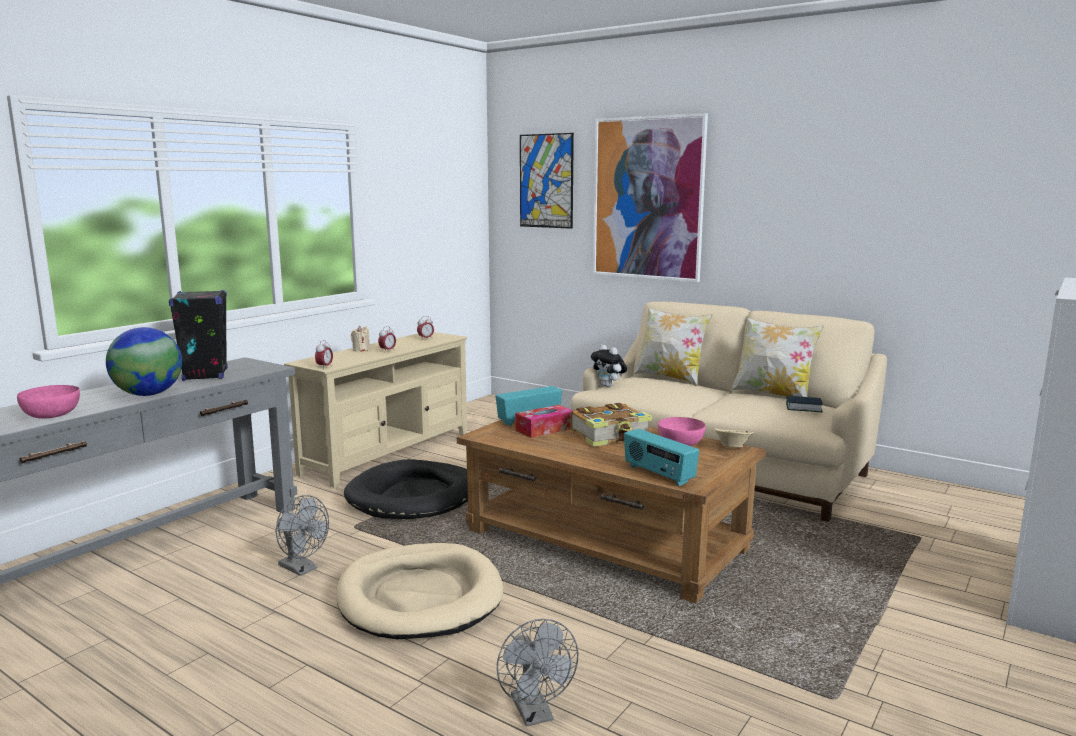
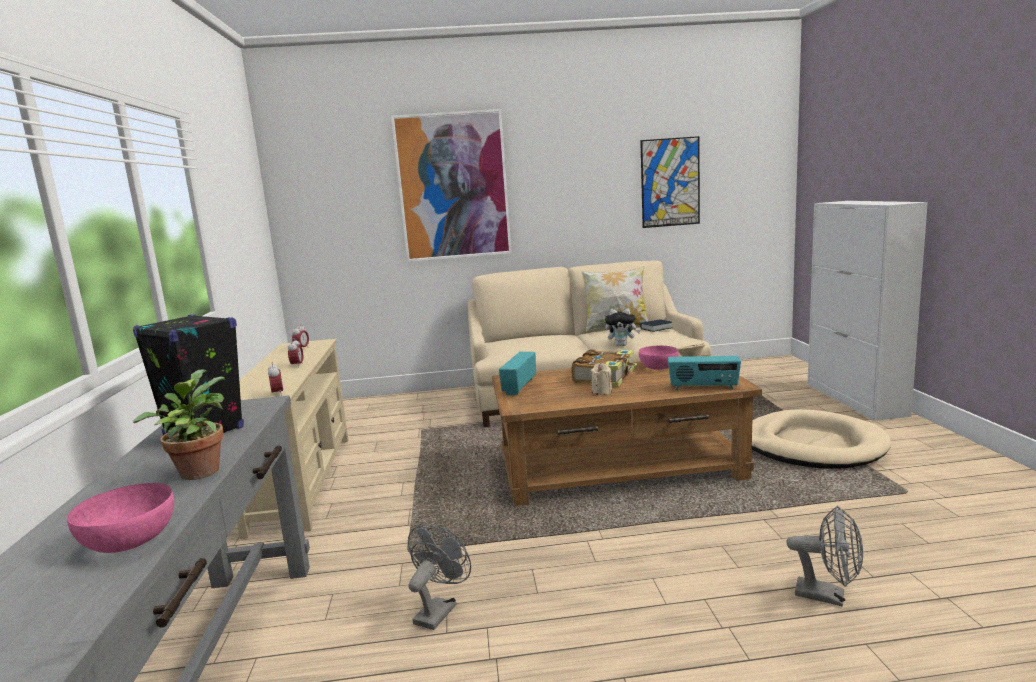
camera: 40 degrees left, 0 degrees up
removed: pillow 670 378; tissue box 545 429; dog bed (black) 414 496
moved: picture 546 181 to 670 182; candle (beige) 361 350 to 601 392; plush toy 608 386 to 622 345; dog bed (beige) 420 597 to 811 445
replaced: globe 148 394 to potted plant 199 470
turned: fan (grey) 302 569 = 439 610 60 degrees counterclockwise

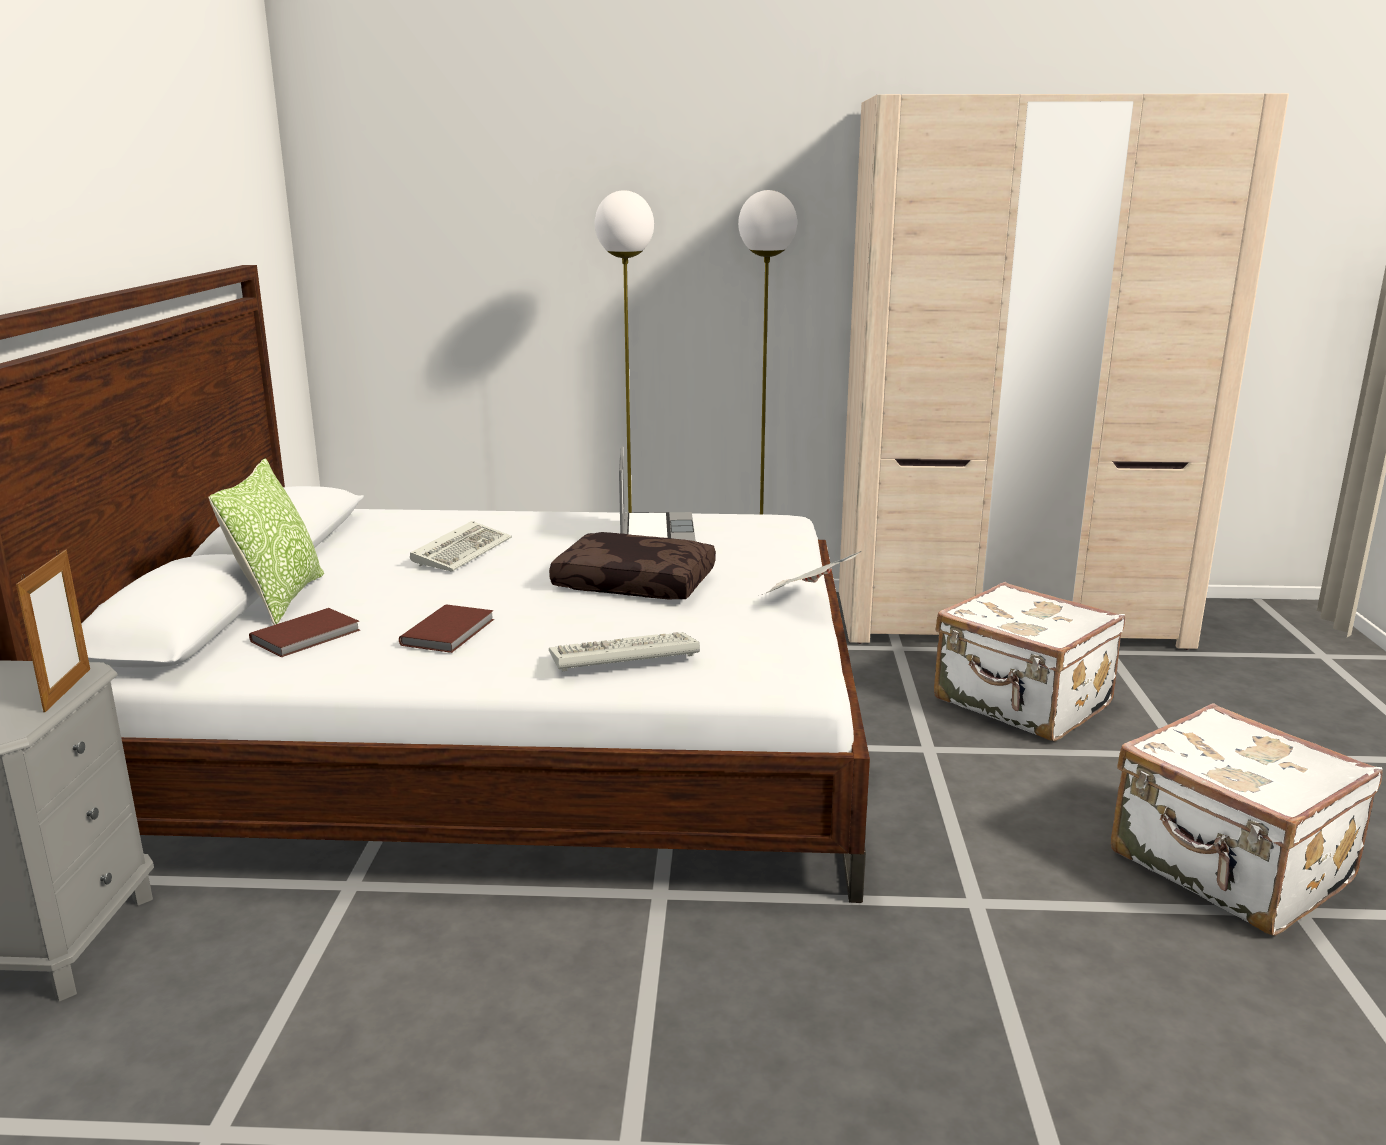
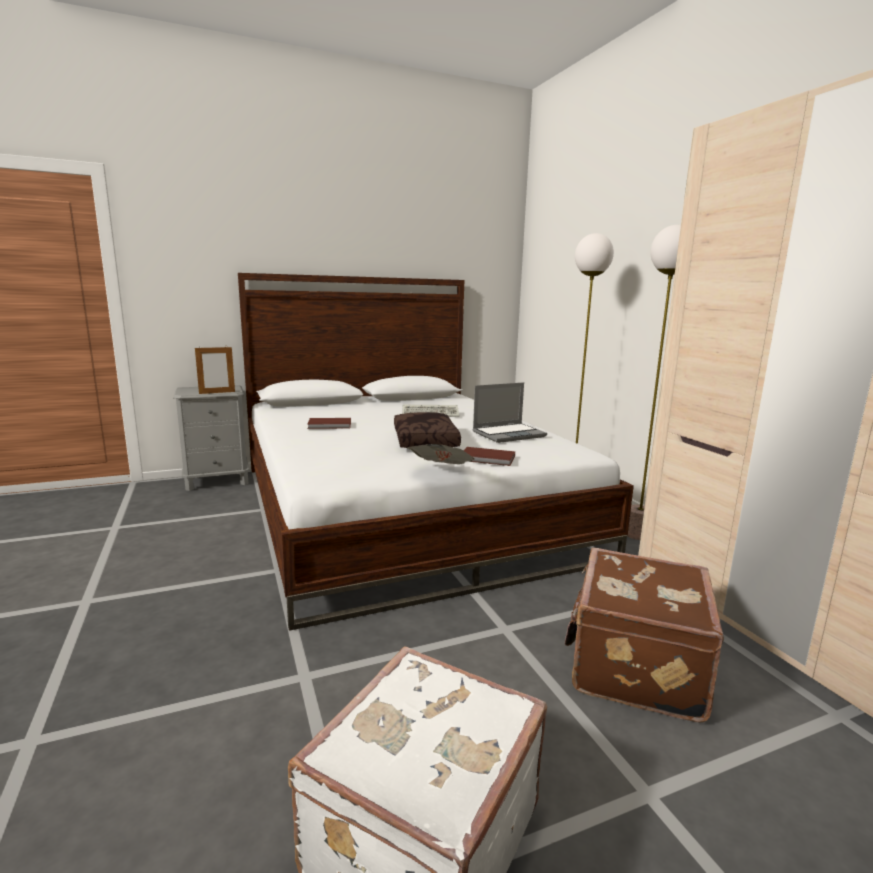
camera: 65 degrees right, 5 degrees down
removed: pillow 280 598; keyboard 620 657
moved: book (brown) 308 636 to 488 459
recoloured: suitcase (white) 1021 704 to suitcase (brown) 634 666

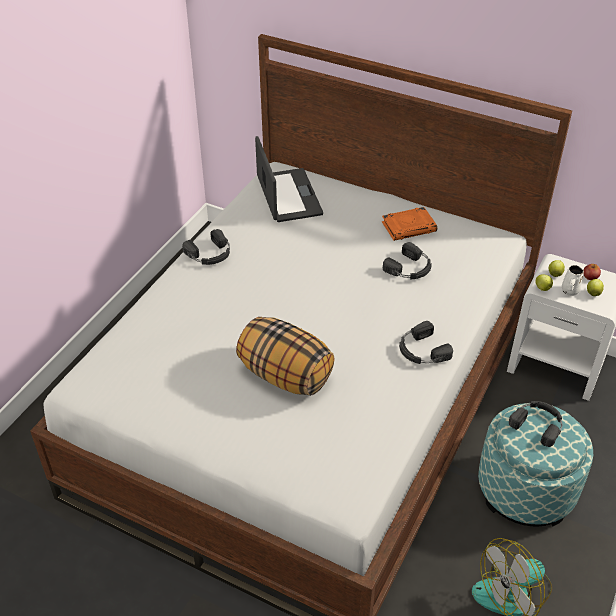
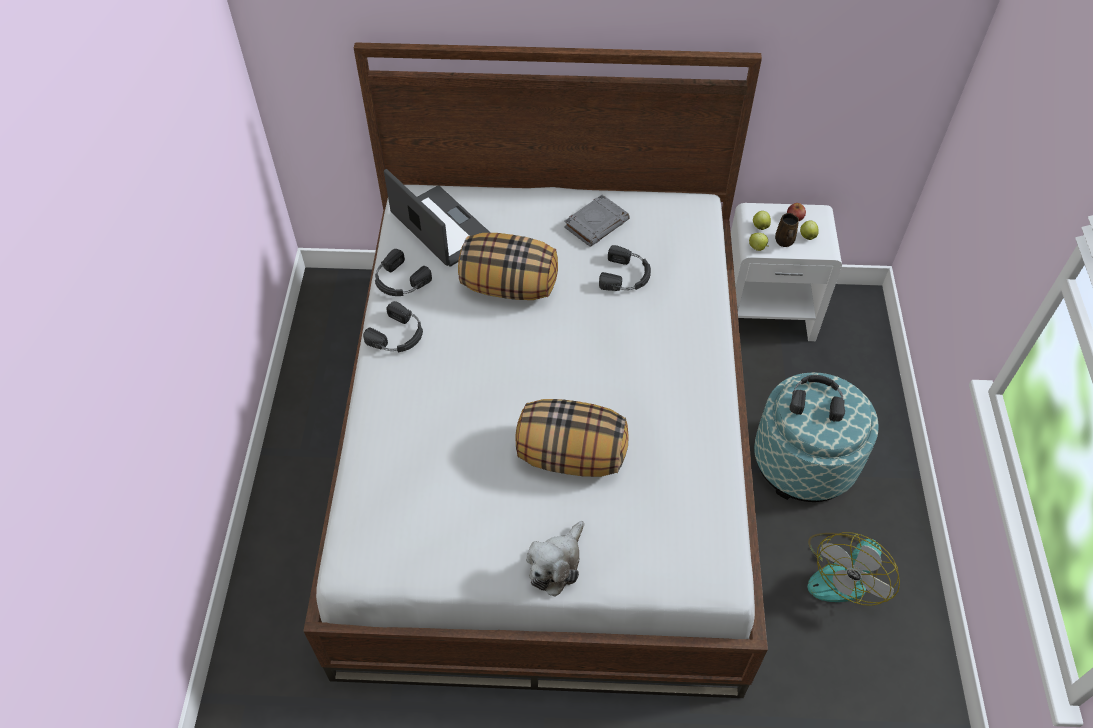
camera: 25 degrees left, 10 degrees up
added: pillow 509 286; plush toy 556 564
moved: headphones (black) 421 350 to 399 281
recoloured: book (orange) 409 227 to book (grey) 596 223; mug (white) 569 291 to mug (brown) 784 242

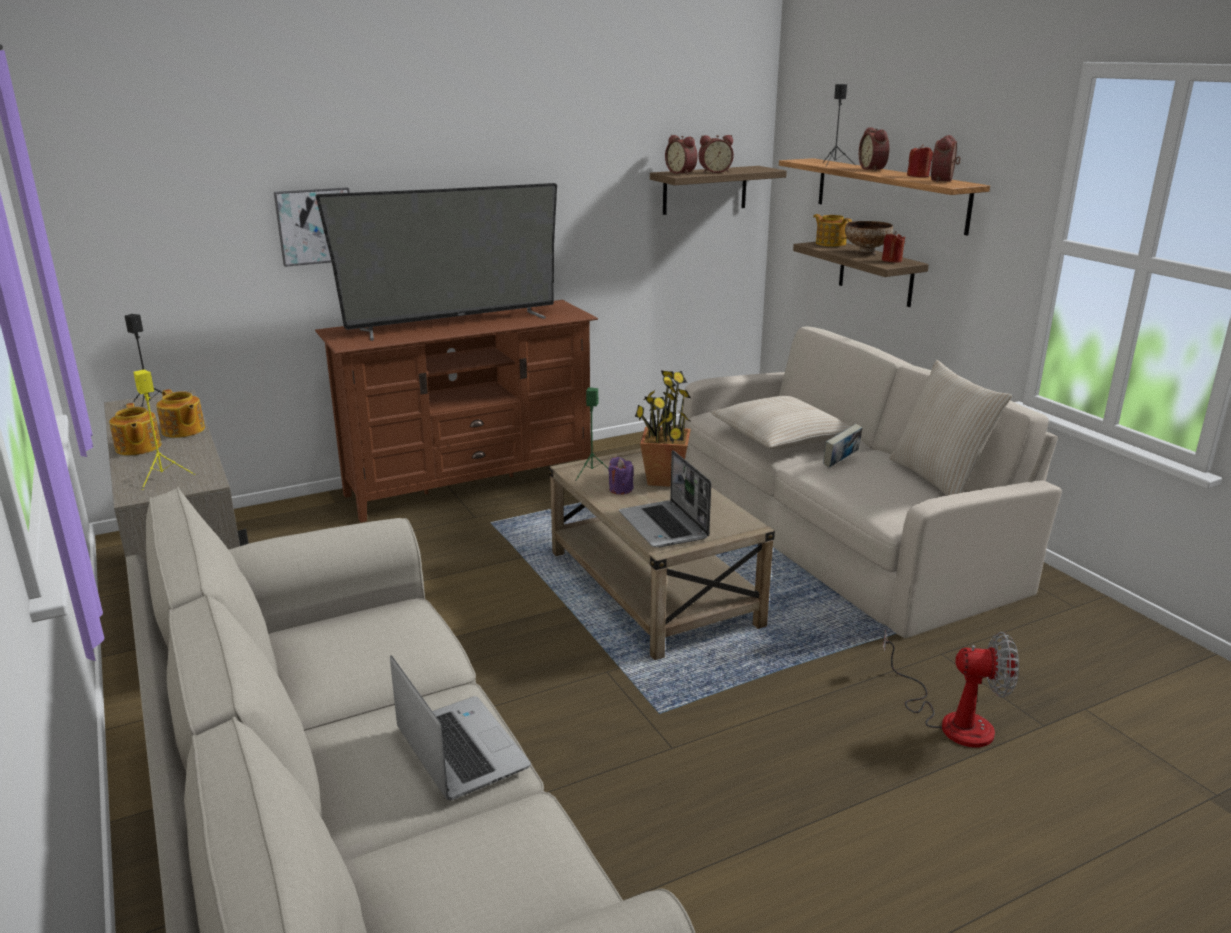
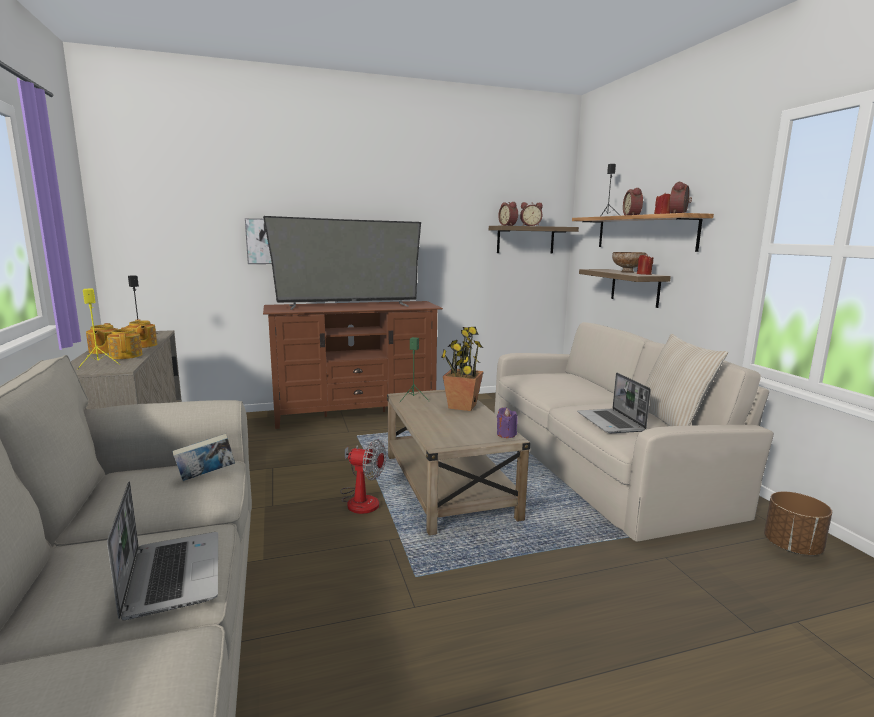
camera: 10 degrees right, 10 degrees down
removed: pillow (beige) 780 437
added: planter (brown) 792 547
moved: teapot 830 243 to 126 355; book 841 462 to 206 476; laptop 665 526 to 611 422; candle (purple) 620 489 to 506 434; fan 952 720 to 360 499

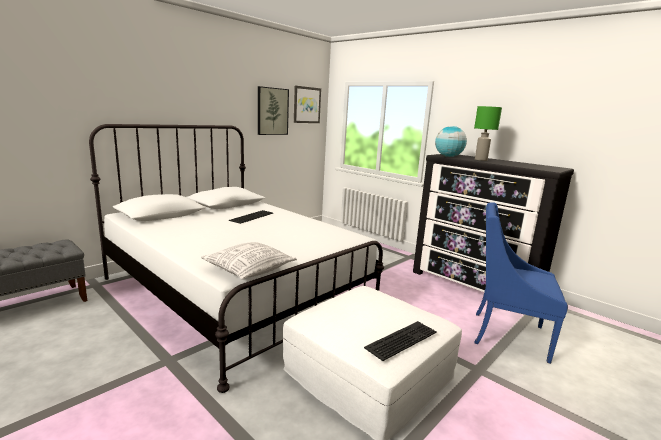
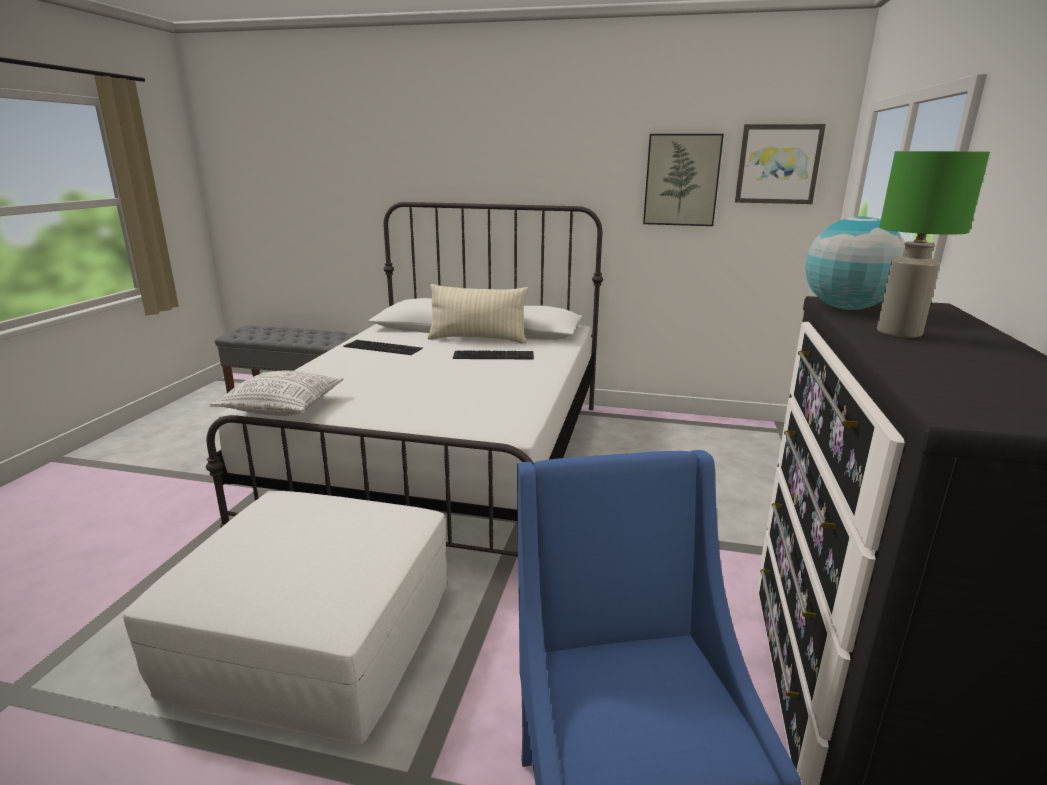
camera: 60 degrees right, 5 degrees up
added: pillow (beige) 478 339
moved: keyboard 401 338 to 384 347

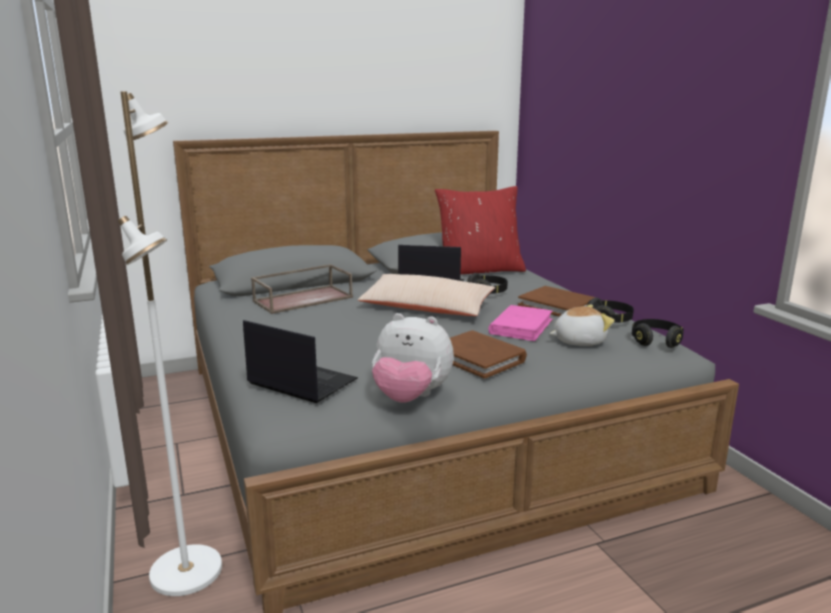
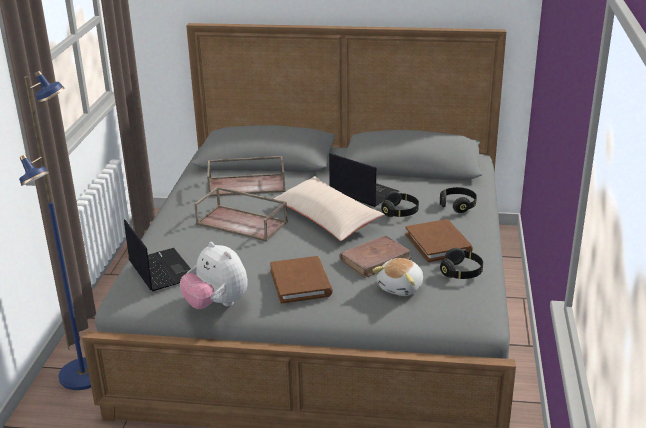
camera: 30 degrees right, 10 degrees up
removed: pillow (red) 479 270
added: tray (brown) 243 223
moved: headphones (black) 655 341 to 458 206
recoloured: floor lamp (white) 188 571 to floor lamp (blue) 84 375; book (pink) 521 326 to book (brown) 375 259
turned: plush toy 578 341 = 401 287 105 degrees clockwise

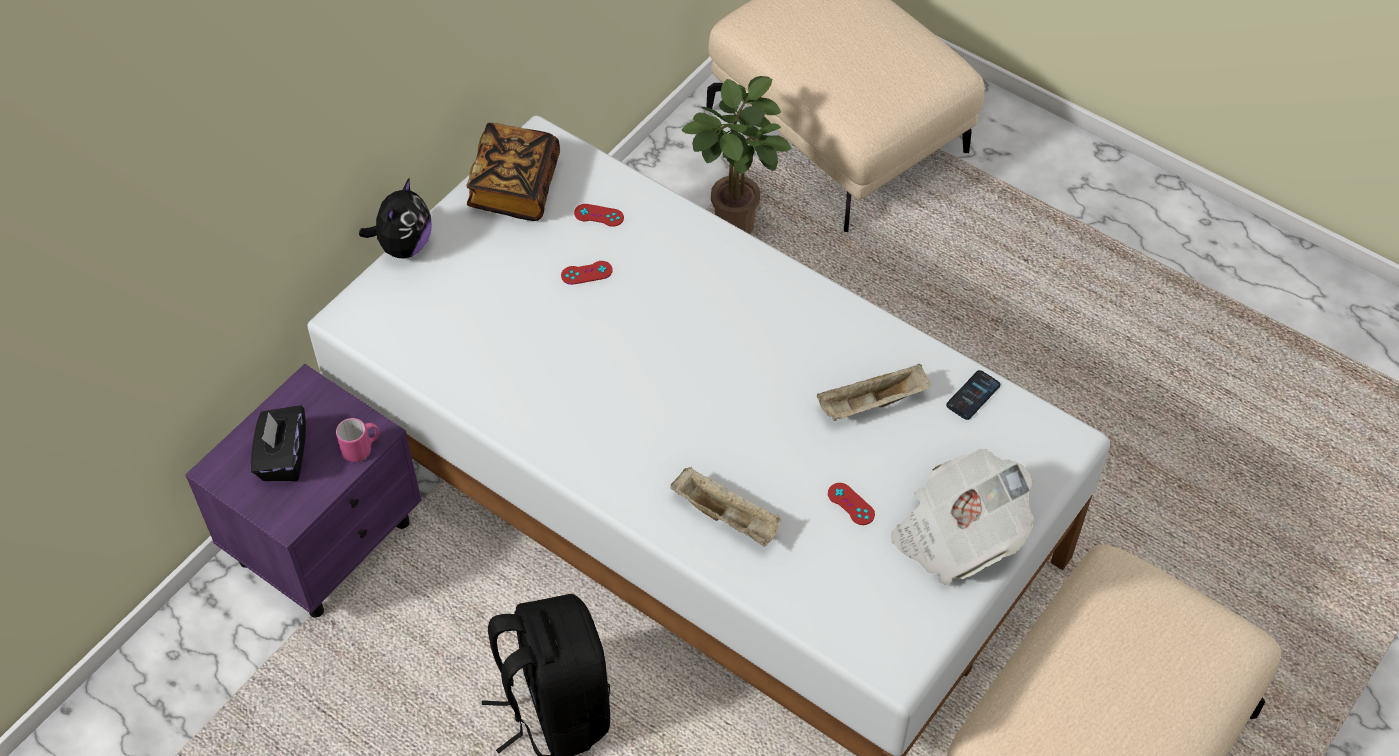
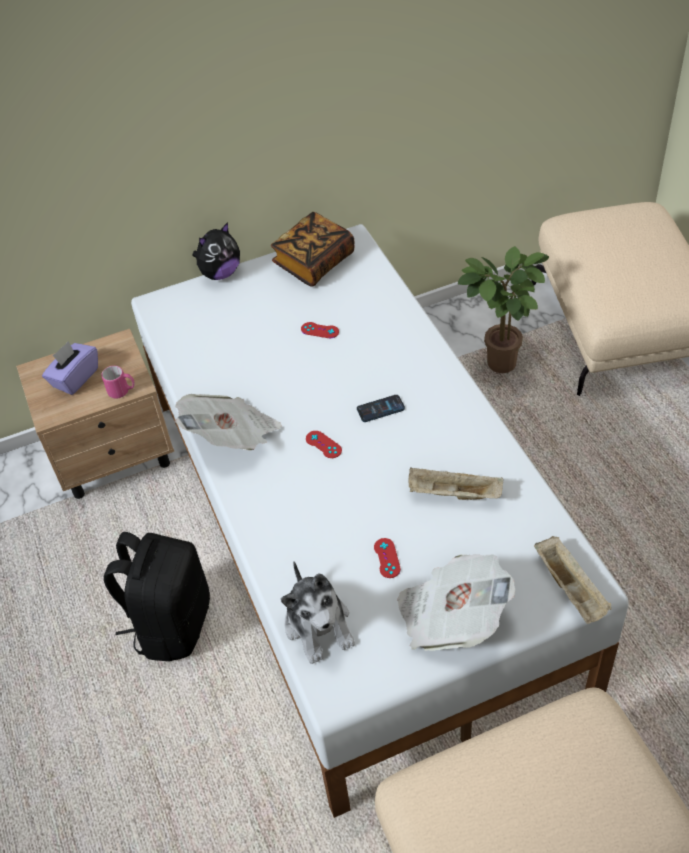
camera: 35 degrees right, 5 degrees down
added: newspaper 232 437; plush toy 319 625
moved: game controller (red) 599 215 to 323 444; phone 973 395 to 380 409; tray (beige) 727 517 to 571 589
recoloured: nightstand (purple) 327 541 to nightstand (beige) 116 456; tissue box (black) 283 457 to tissue box (purple) 75 378

